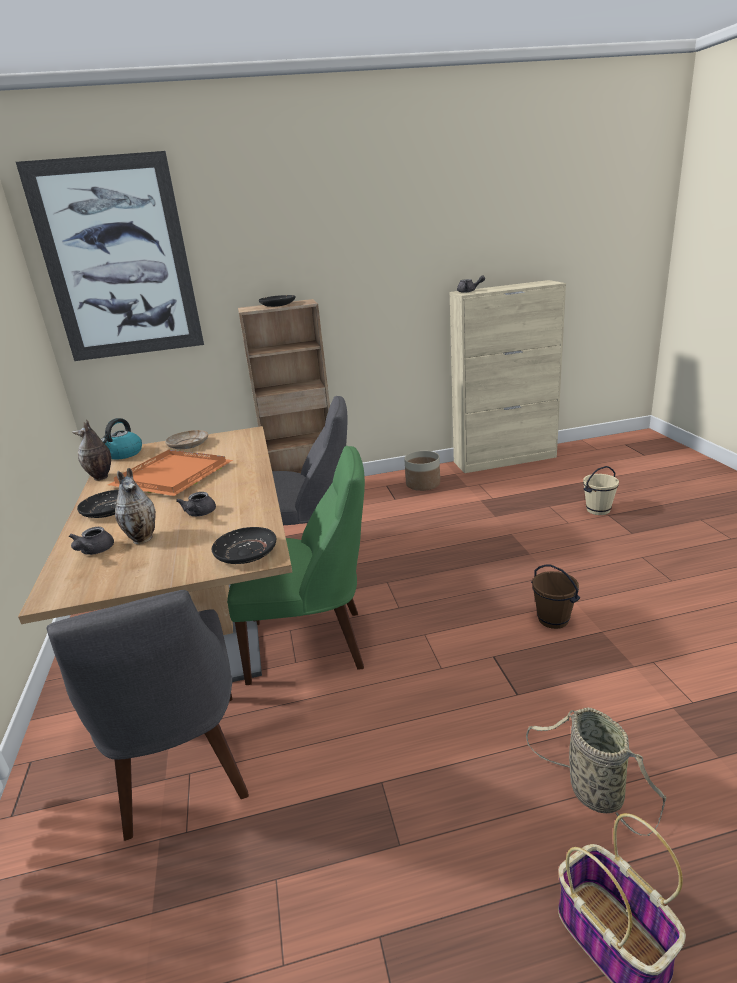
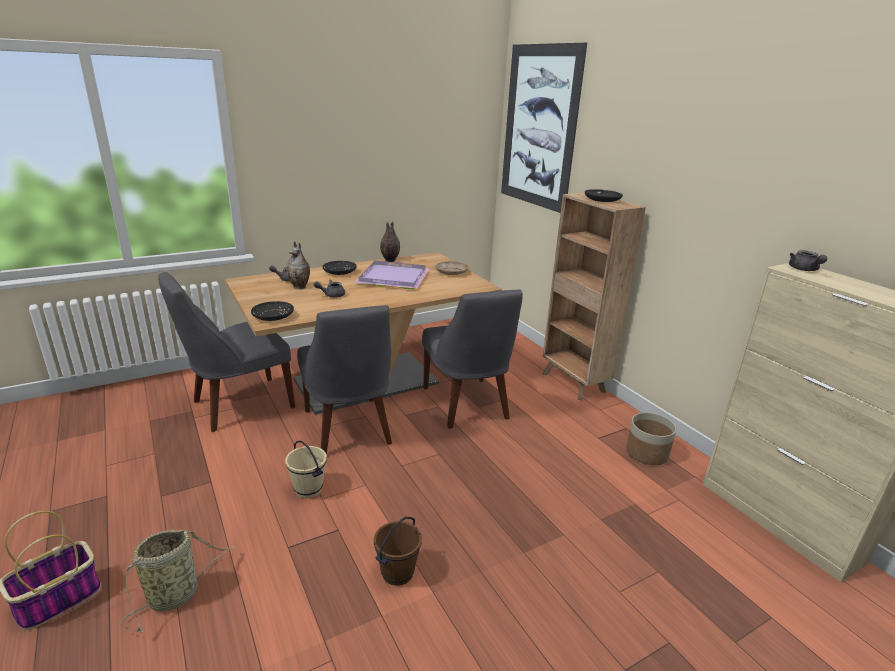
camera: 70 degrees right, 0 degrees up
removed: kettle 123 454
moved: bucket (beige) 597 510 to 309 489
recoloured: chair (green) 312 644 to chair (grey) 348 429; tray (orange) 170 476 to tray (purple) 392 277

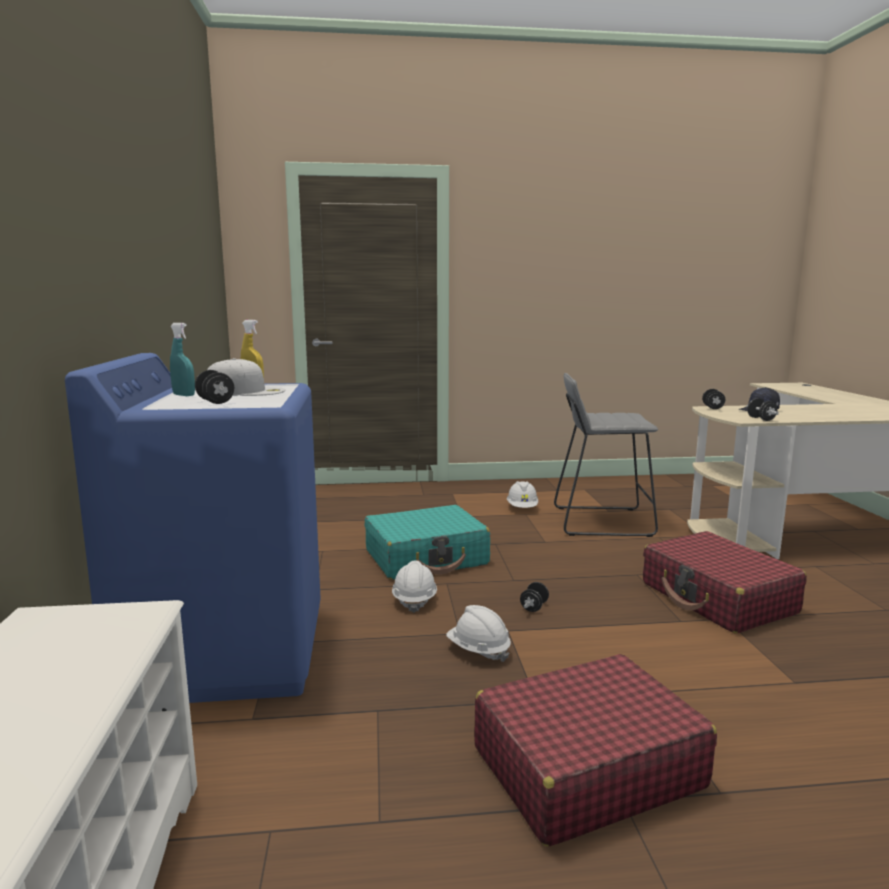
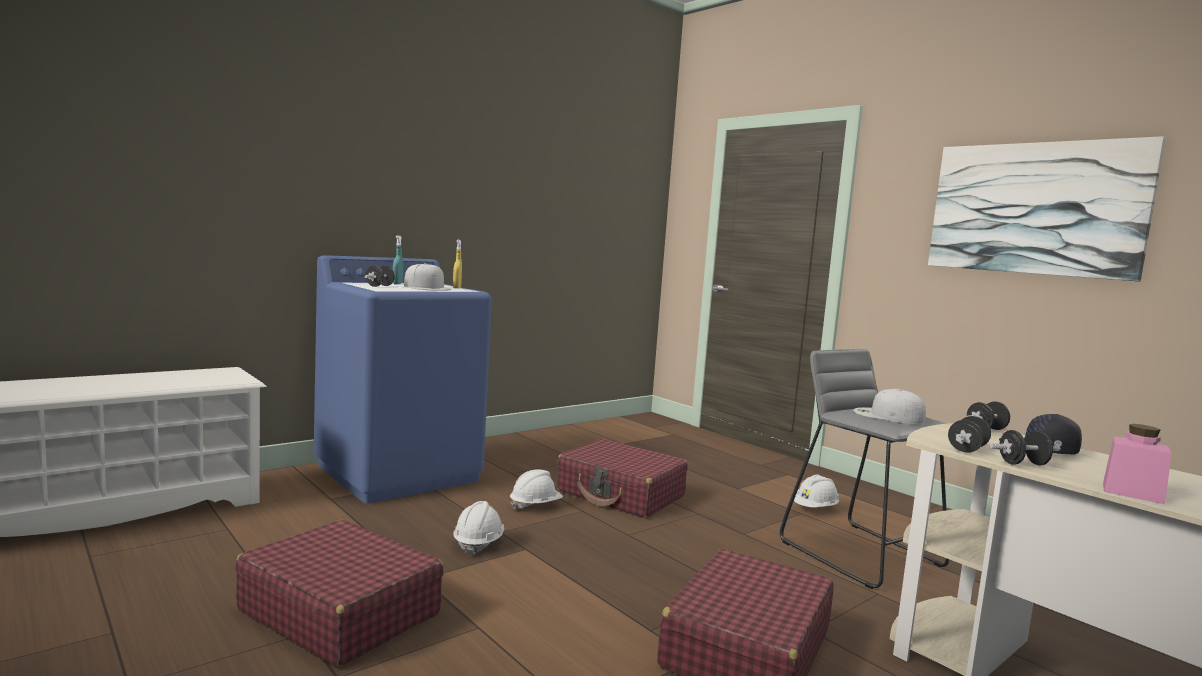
camera: 55 degrees right, 5 degrees down
added: picture 1035 208; cap (white) 887 416; jar (pink) 1132 493
moved: dumbbell (black) 534 607 to 1023 464
recoloured: suitcase (turquoise) 426 558 to suitcase (red) 621 494

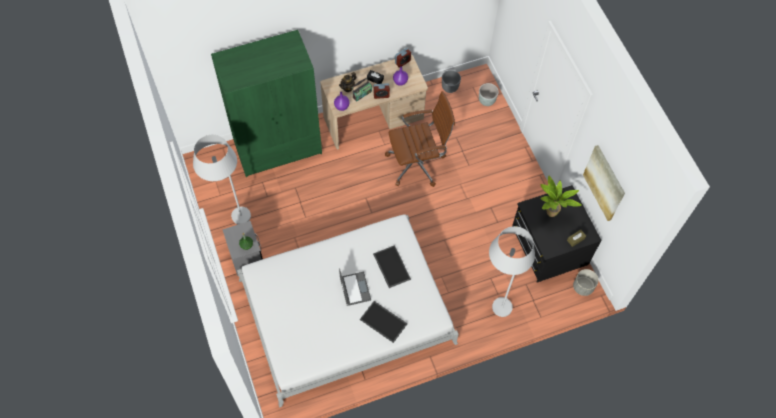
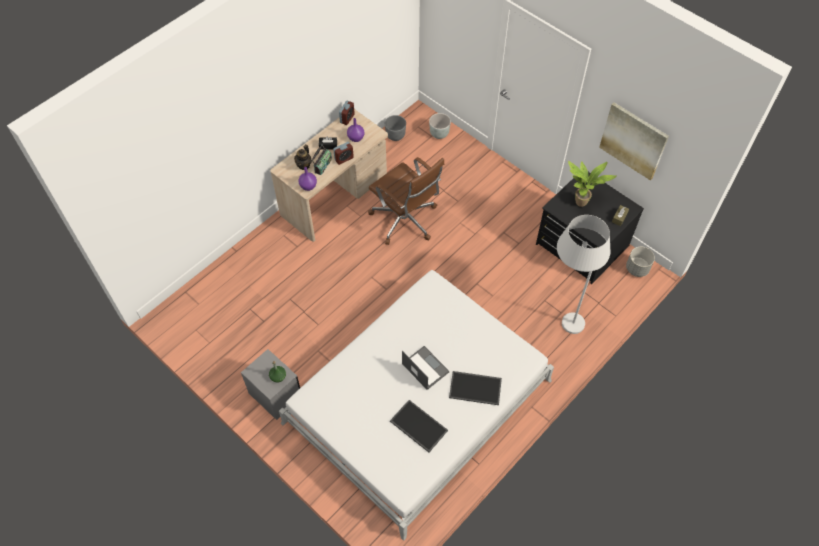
camera: 25 degrees left, 5 degrees down
removed: wardrobe (green) 278 148; floor lamp (white) 231 213
moved: tray 391 266 to 417 426
turned: office chair (brown) 417 163 = 405 220 90 degrees clockwise

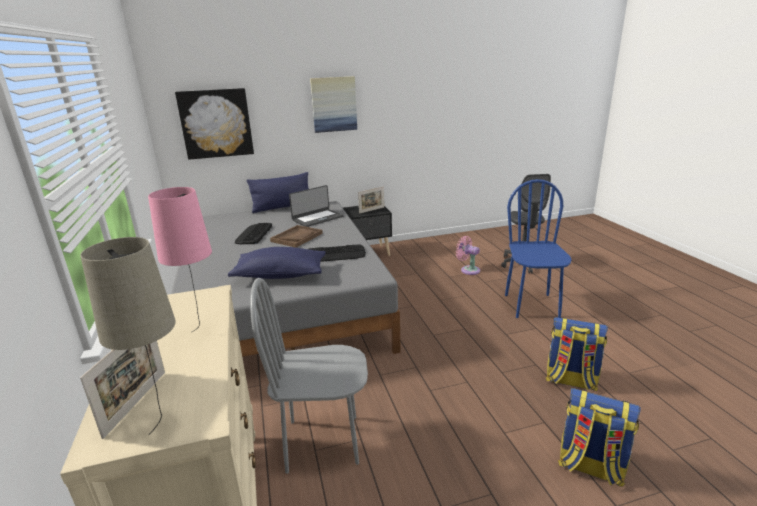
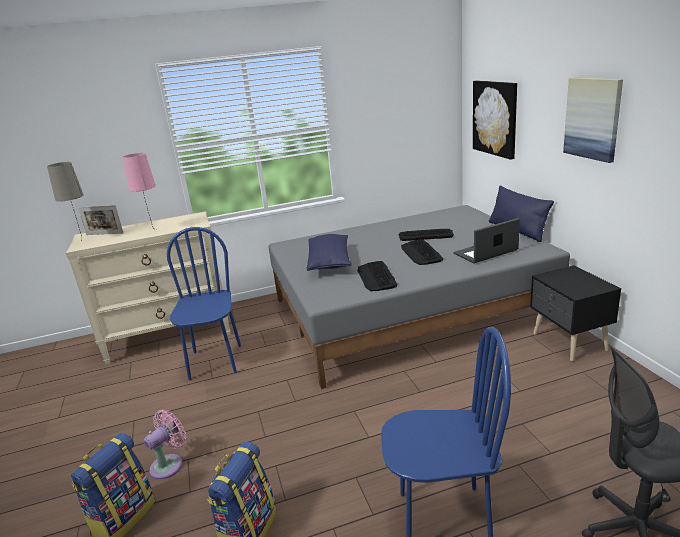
camera: 90 degrees right, 0 degrees up
removed: picture frame 371 210
moved: fan (pink) 468 270 to 169 464
replaced: tray (brown) 297 237 to keyboard 421 253
recoloured: chair (grey) 323 442 to chair (blue) 215 362
turned: laptop 317 218 = 486 252 105 degrees clockwise

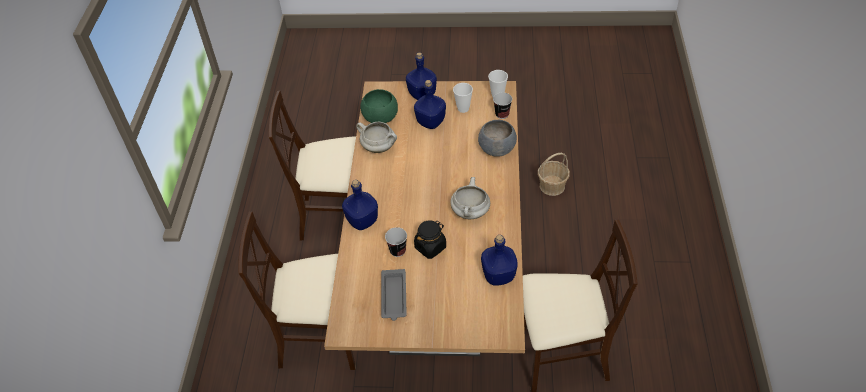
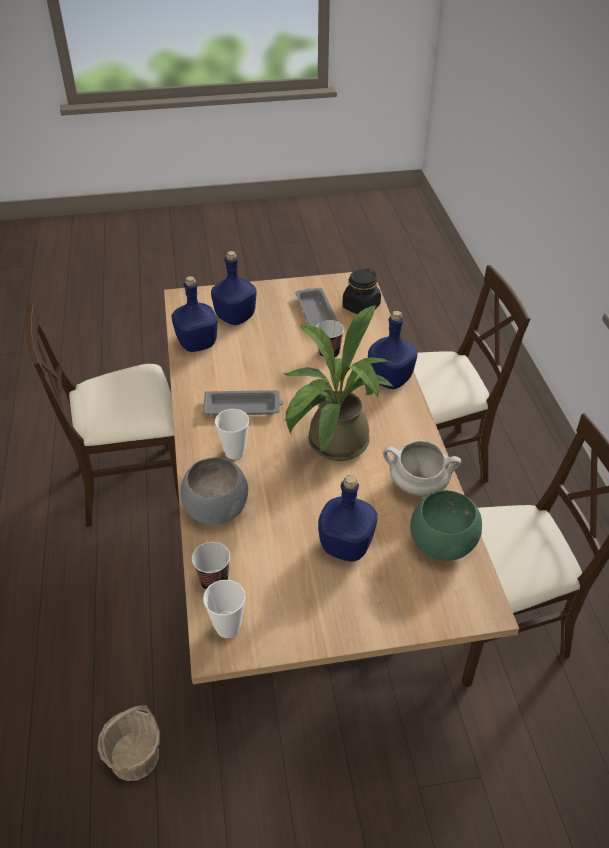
camera: 165 degrees right, 5 degrees down
added: potted plant 331 445
moved: bottle (blue) 422 94 to 235 317; cup 463 108 to 234 452; jar (black) 430 247 to 361 307
replaced: cooking pot (white) 470 212 to tray (grey) 244 407

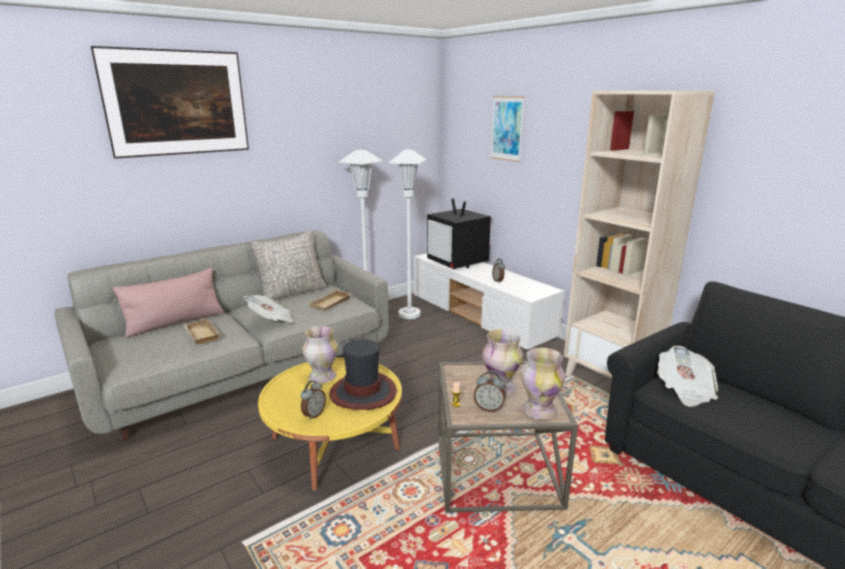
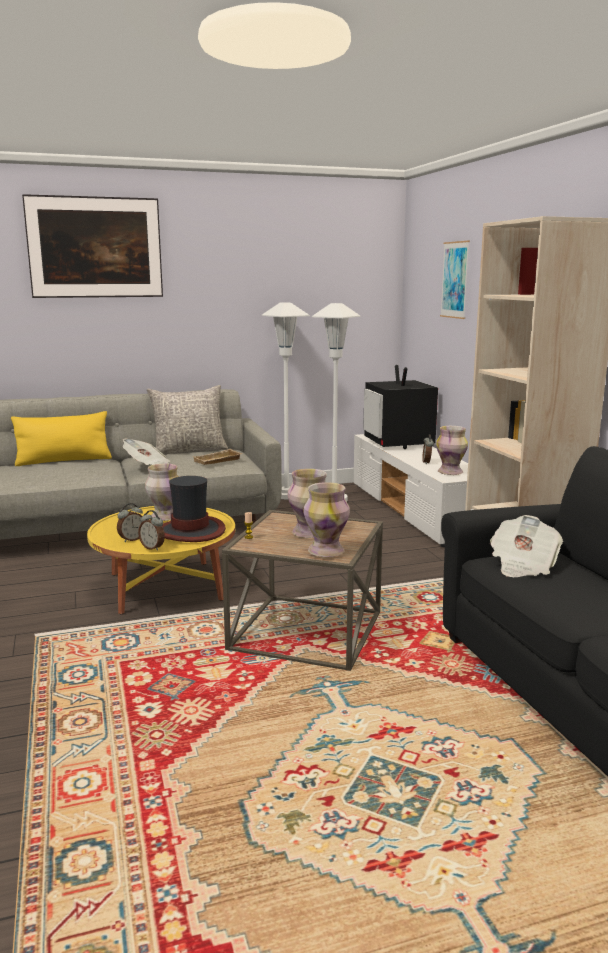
camera: 20 degrees right, 5 degrees down
removed: tray (beige) 200 334
added: vase 451 472
moved: alarm clock 489 408 to 153 548
recoloured: pillow (pink) 175 323 to pillow (yellow) 64 461

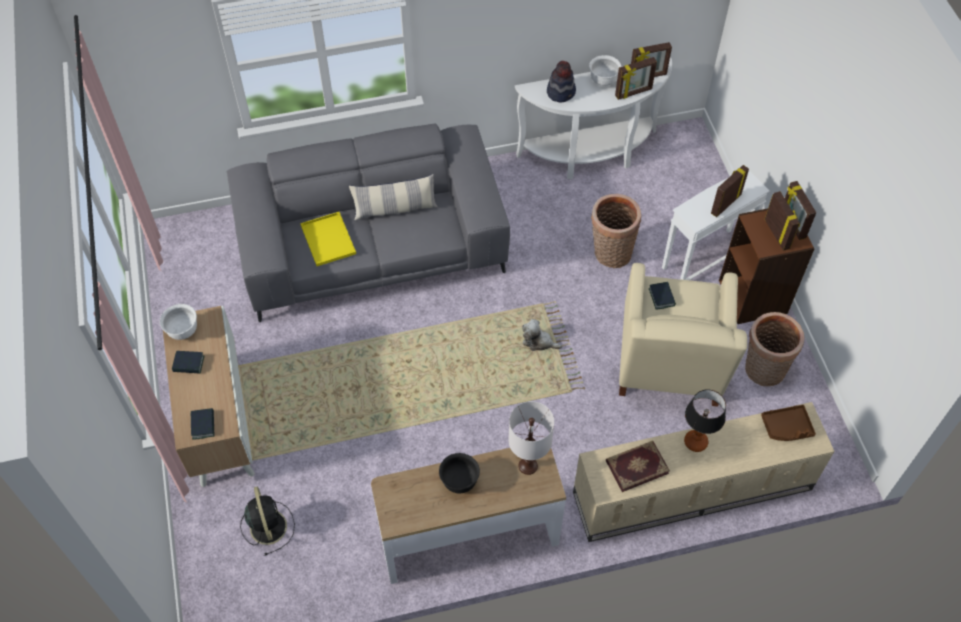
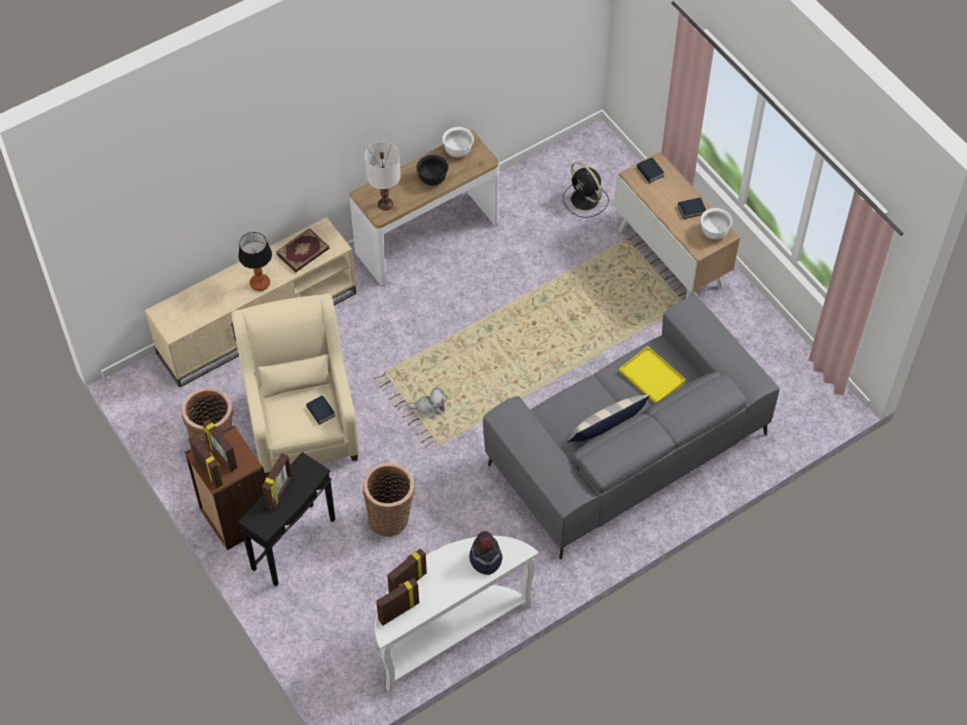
camera: 160 degrees right, 0 degrees up
removed: tray (brown) 787 427
moved: bowl (white) 603 80 to 458 151
recoloured: side table (white) 704 258 to side table (black) 294 544

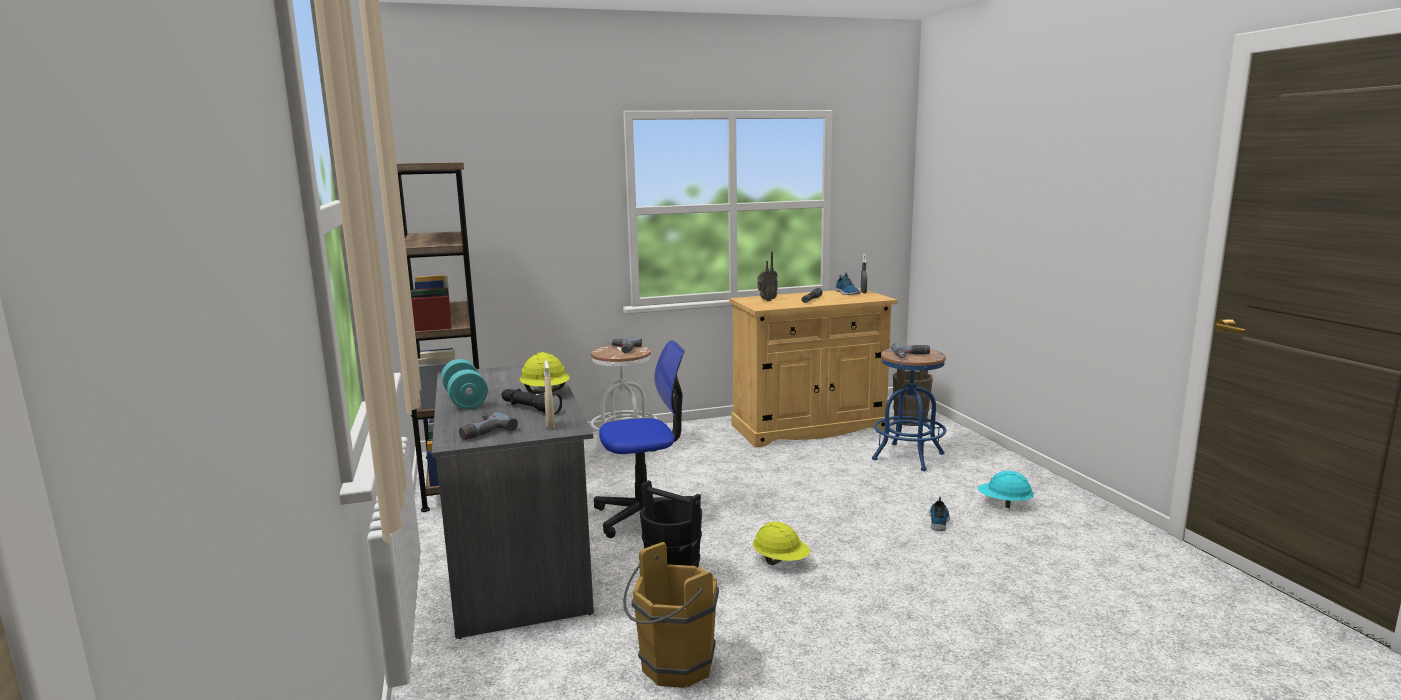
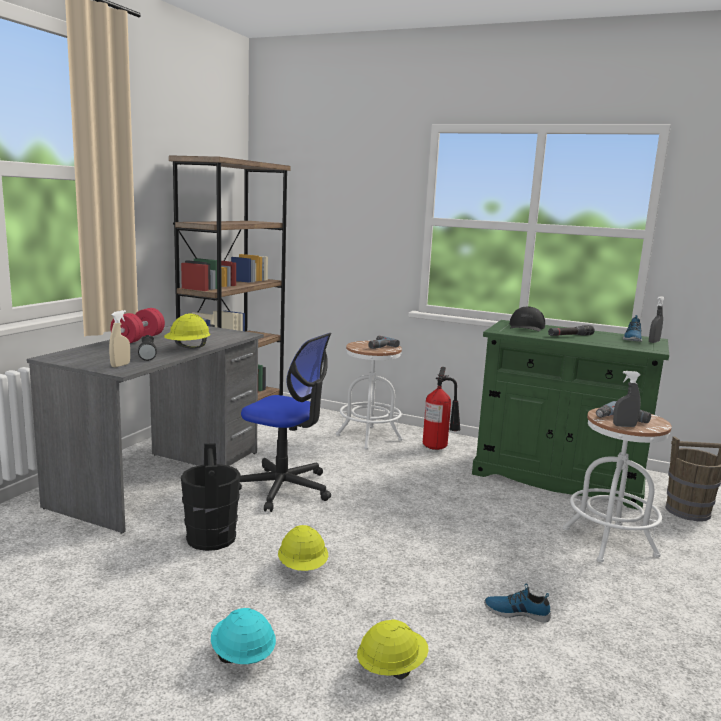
camera: 40 degrees right, 0 degrees up
removed: power drill 481 431; bucket (brown) 672 667
added: fire extinguisher 438 447; spray bottle (grey) 624 426; hard hat (yellow) 391 668
moved: hard hat (turquoise) 1004 504 to 242 656
replaced: radio 766 300 to cap (black) 526 327
recoloured: cabinet (beige) 809 427 to cabinet (green) 557 477; stool (blue) 908 457 to stool (white) 609 542; dumbbell (turquoise) 465 400 to dumbbell (red) 138 339
turned: shoe 939 520 = 516 612 135 degrees counterclockwise

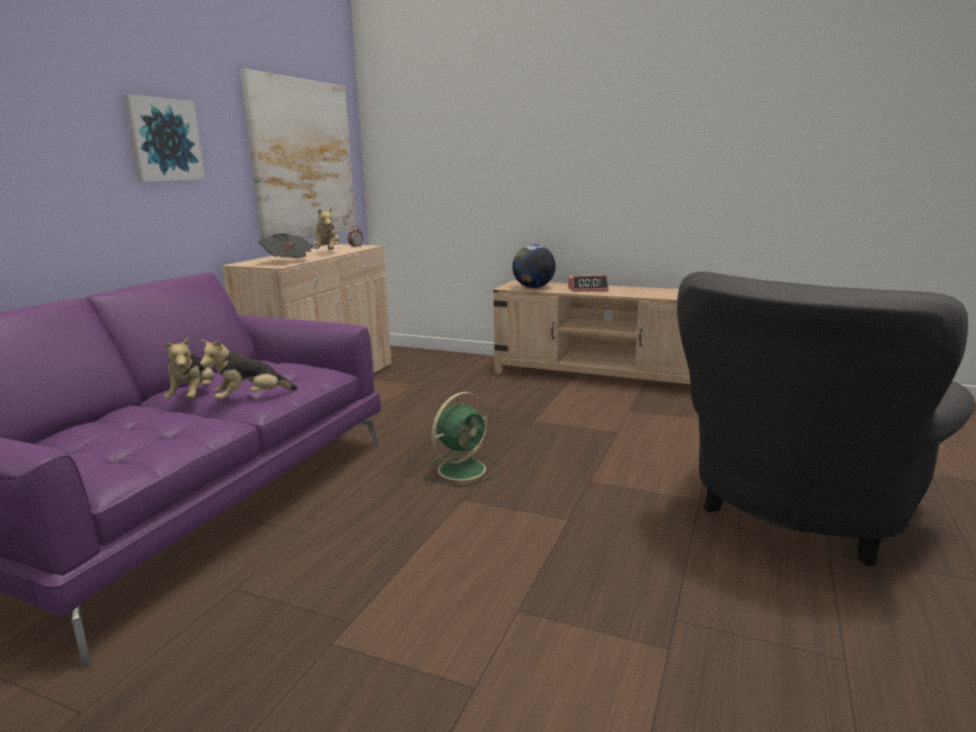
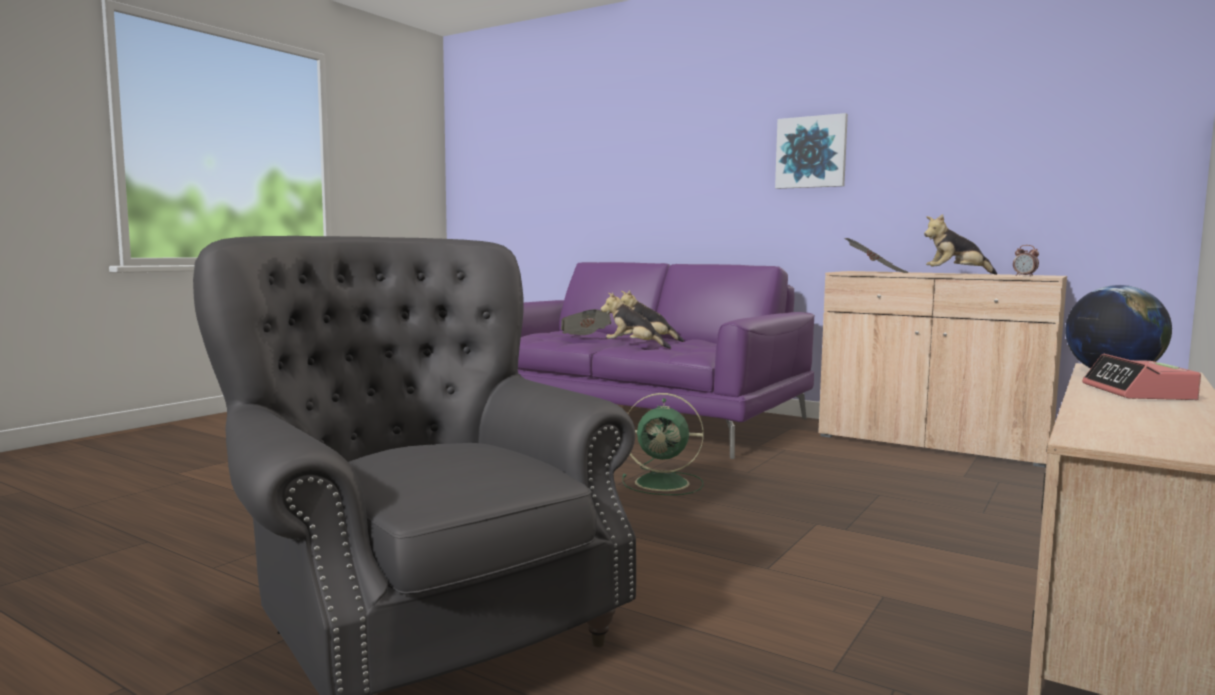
camera: 100 degrees right, 10 degrees down
removed: picture 303 159
added: newspaper 585 338
turned: plush toy 250 399 = 634 346 45 degrees counterclockwise; fan (green) 463 469 = 664 483 45 degrees counterclockwise

